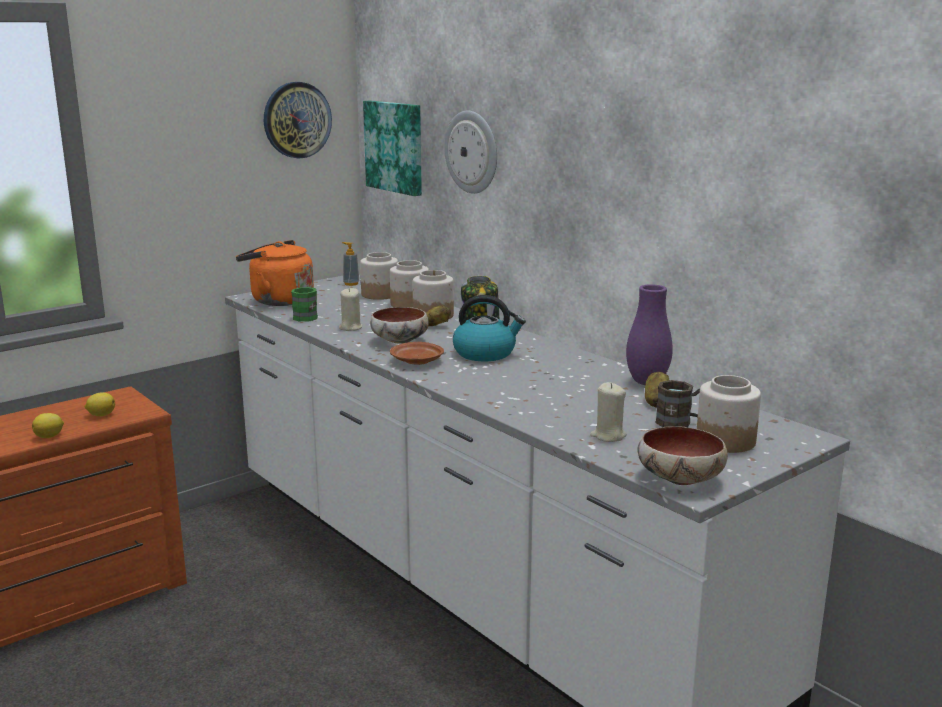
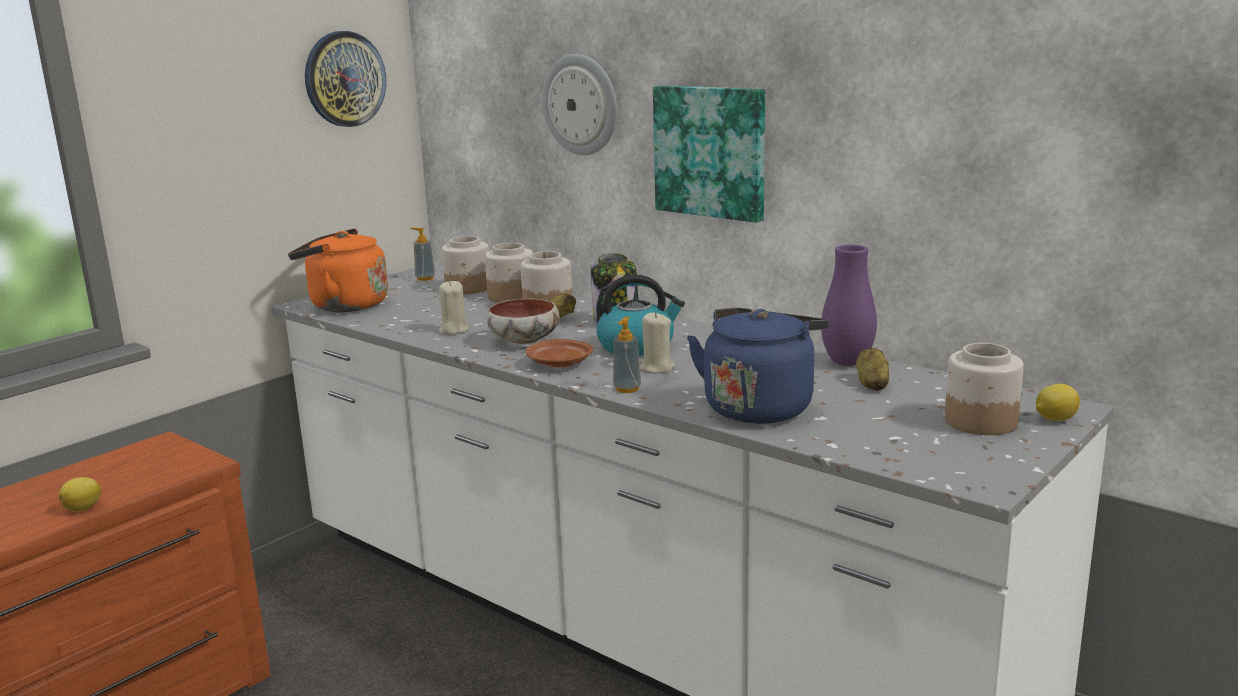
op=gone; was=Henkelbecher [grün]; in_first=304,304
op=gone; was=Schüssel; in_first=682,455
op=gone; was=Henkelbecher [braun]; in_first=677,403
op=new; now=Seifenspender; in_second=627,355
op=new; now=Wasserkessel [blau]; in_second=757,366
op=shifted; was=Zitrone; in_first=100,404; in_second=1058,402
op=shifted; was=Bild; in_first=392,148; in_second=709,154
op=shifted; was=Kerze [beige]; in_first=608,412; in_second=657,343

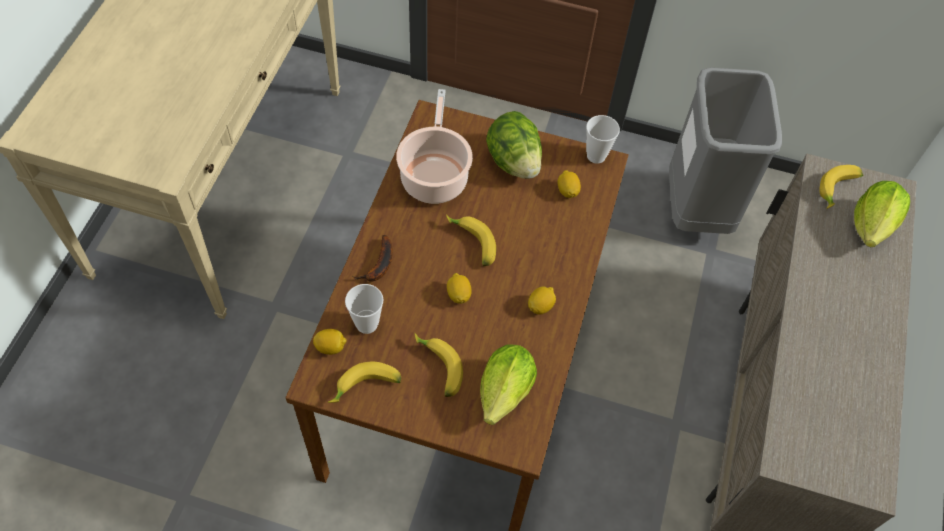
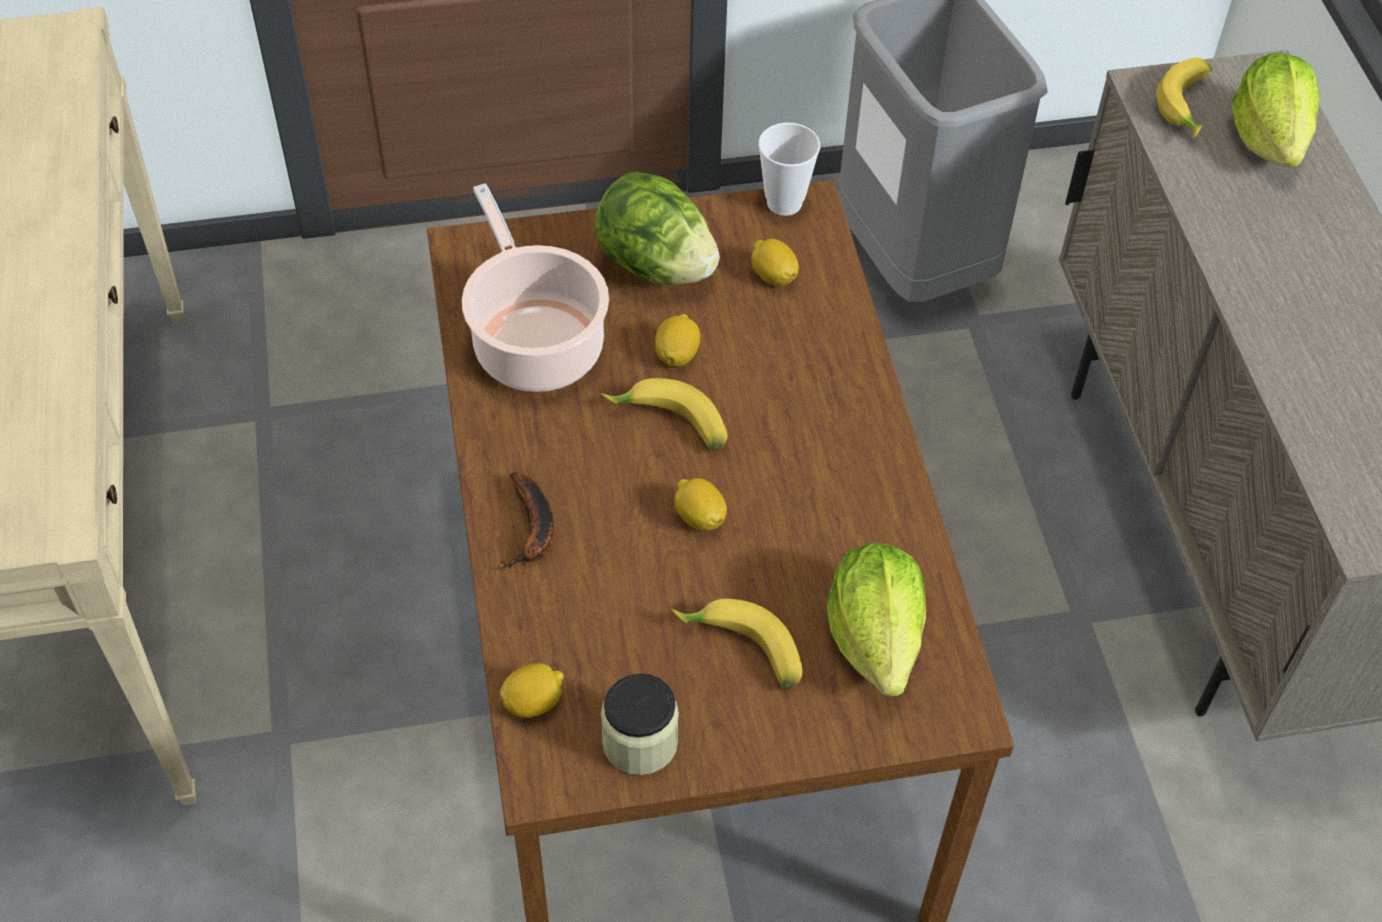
op=gone; was=Tasse; in_first=364,309
op=shifted; was=Zitrone; in_first=542,301; in_second=677,340
op=swapped; was=Banane; now=Vorratsglas; in_first=364,382; in_second=640,724

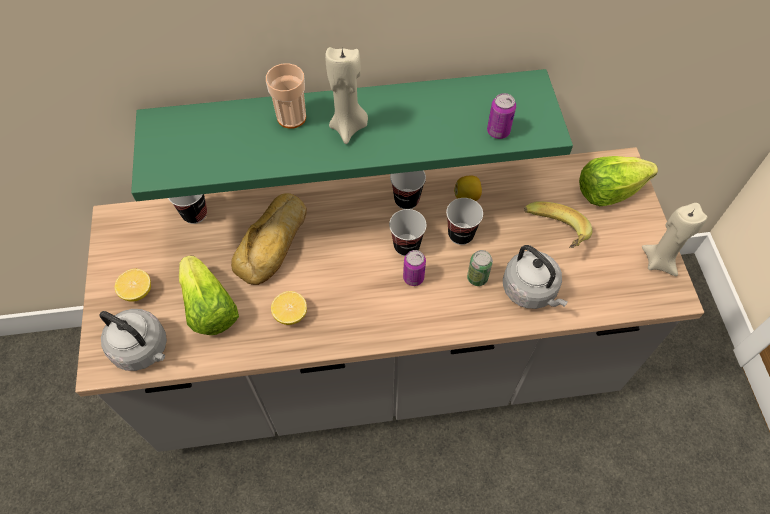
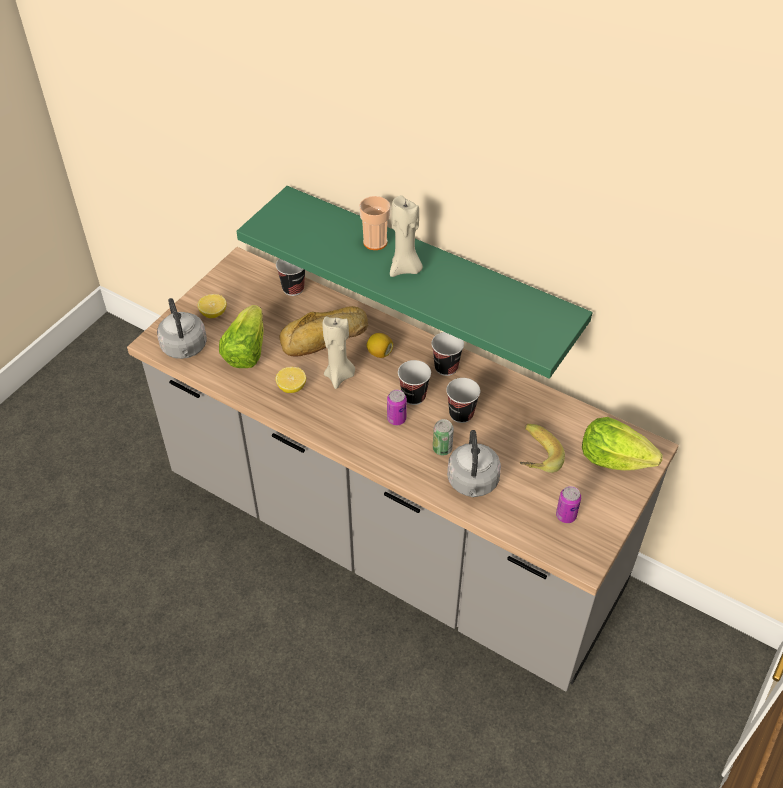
op=shifted; was=Zitrone; in_first=468,188; in_second=379,345
op=shifted; was=Dose; in_first=501,116; in_second=568,504
op=shifted; was=Kerze [beige]; in_first=674,239; in_second=338,352

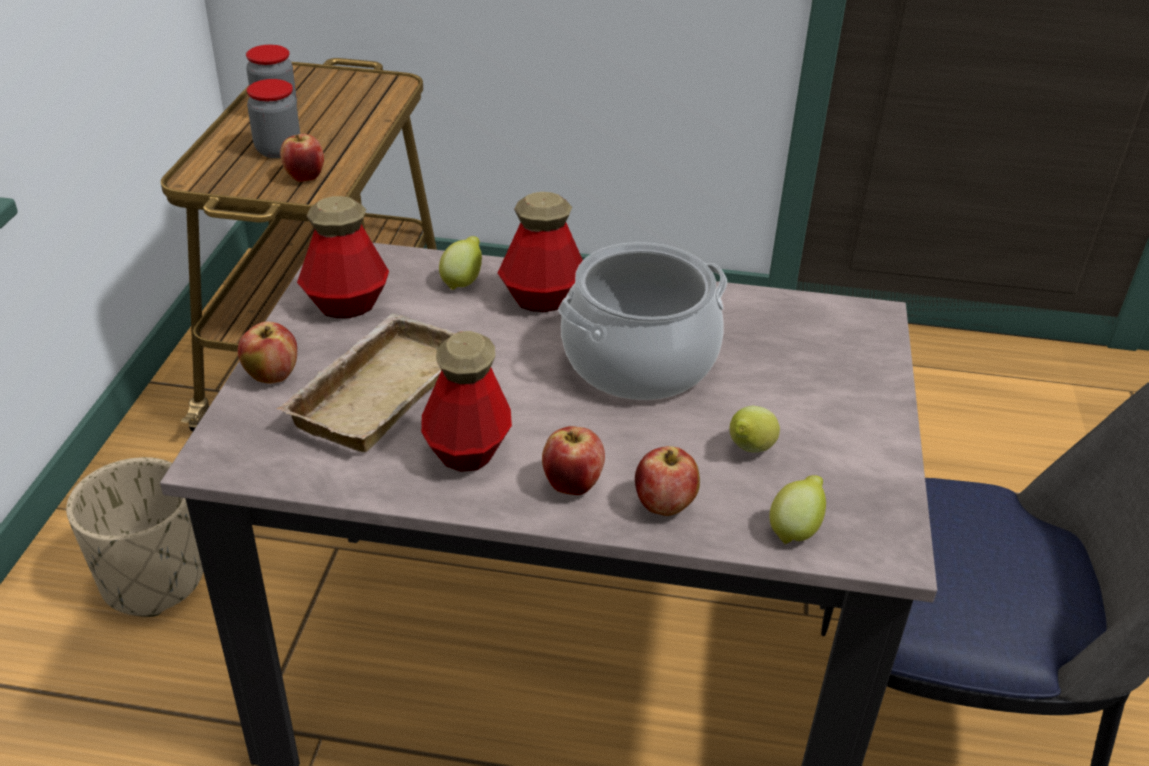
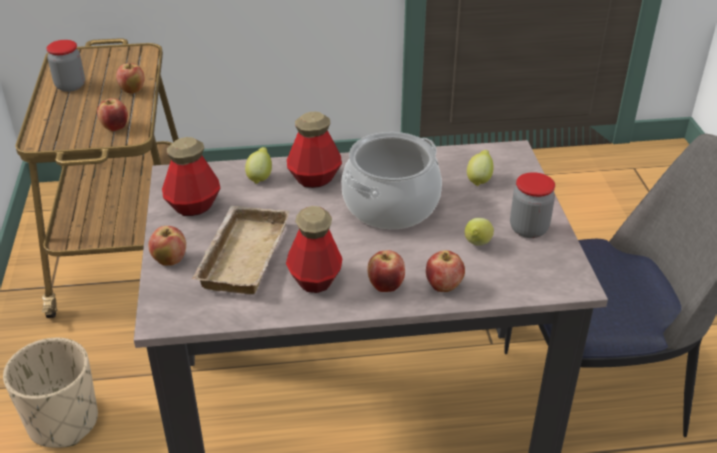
op=new; now=Apfel; in_second=130,78
op=shifted; was=Vorratsglas; in_first=273,118; in_second=532,205
op=shifted; was=Zitrone; in_first=798,510; in_second=480,168

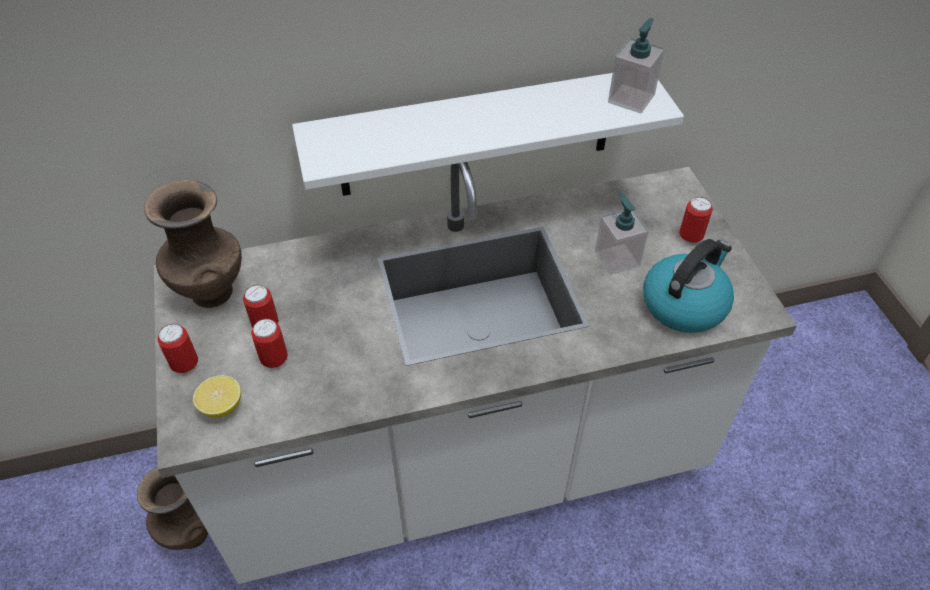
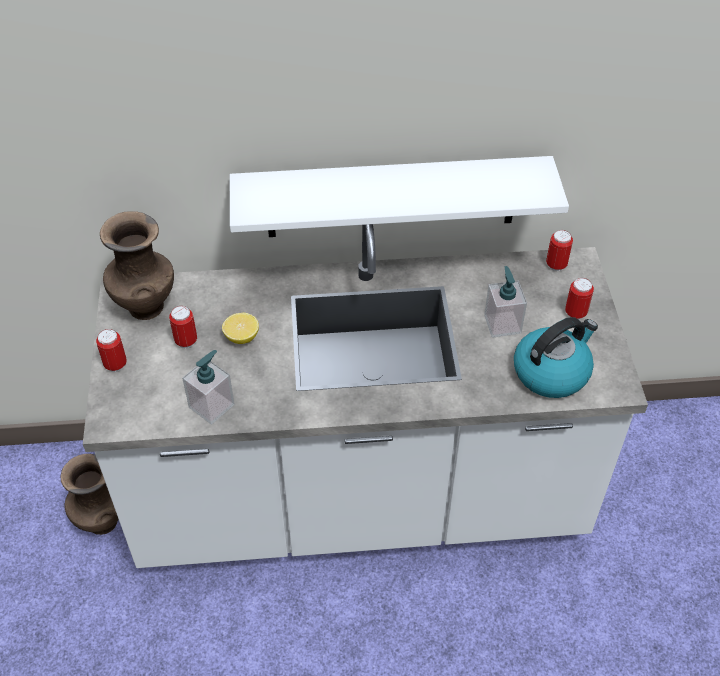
op=shifted; was=Zitrone; in_first=217,396; in_second=240,328
op=shifted; was=Dose; in_first=269,344; in_second=559,250
op=shifted; was=Seifenspender; in_first=636,65; in_second=208,387

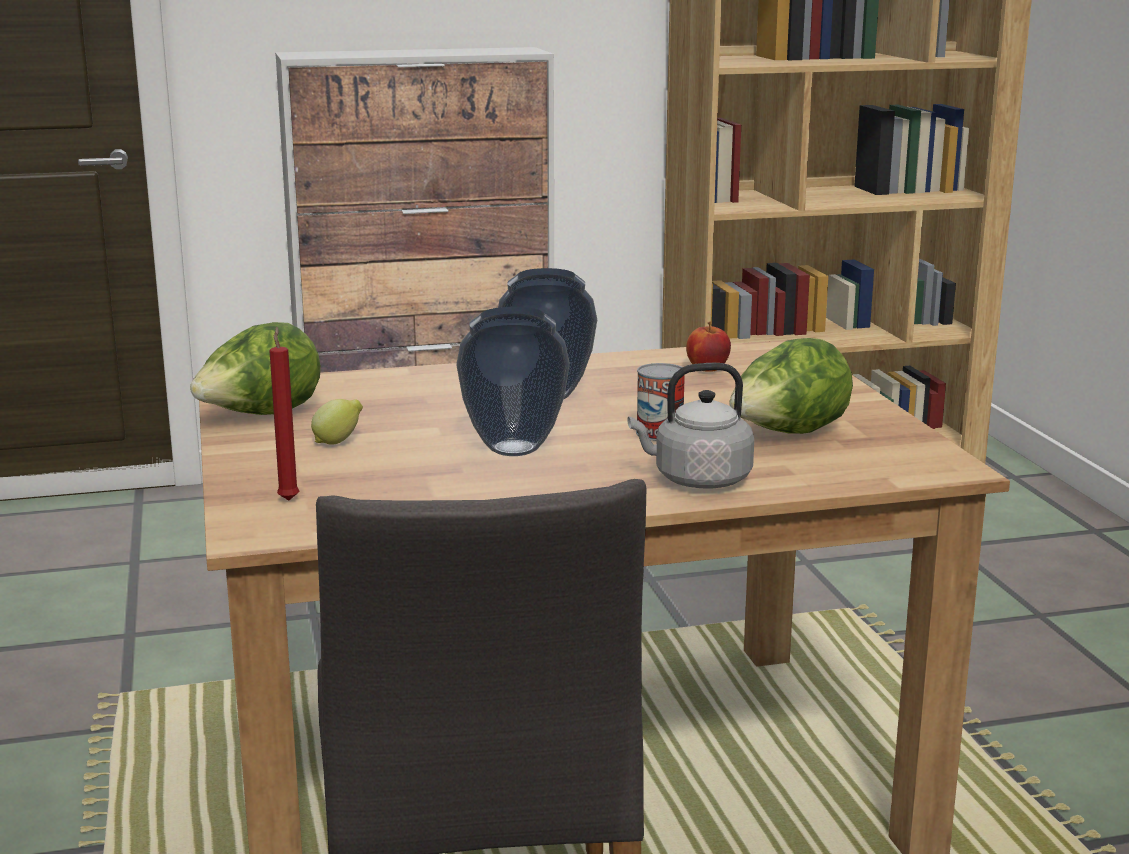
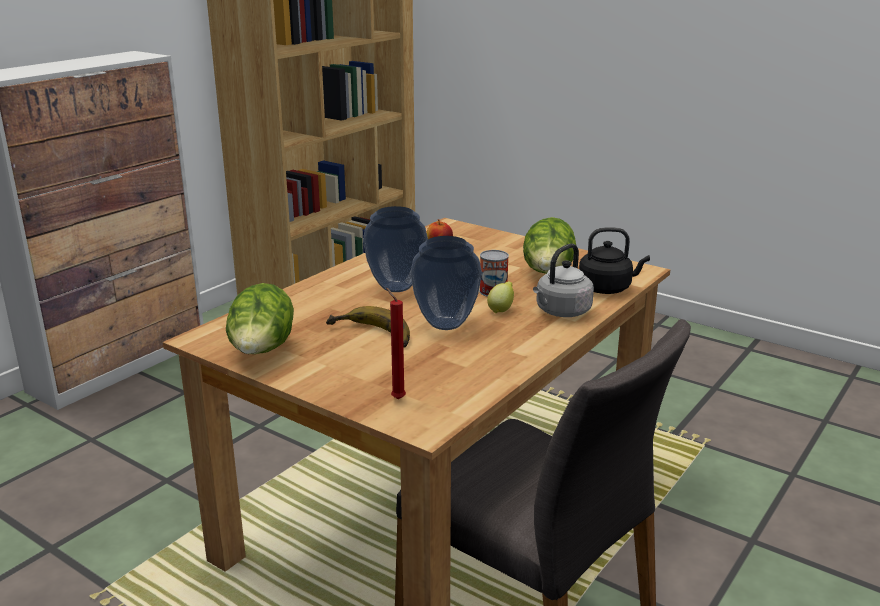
op=new; now=Banane; in_second=368,327
op=new; now=Wasserkessel [schwarz]; in_second=614,260
op=shifted; was=Zitrone; in_first=337,422; in_second=500,297

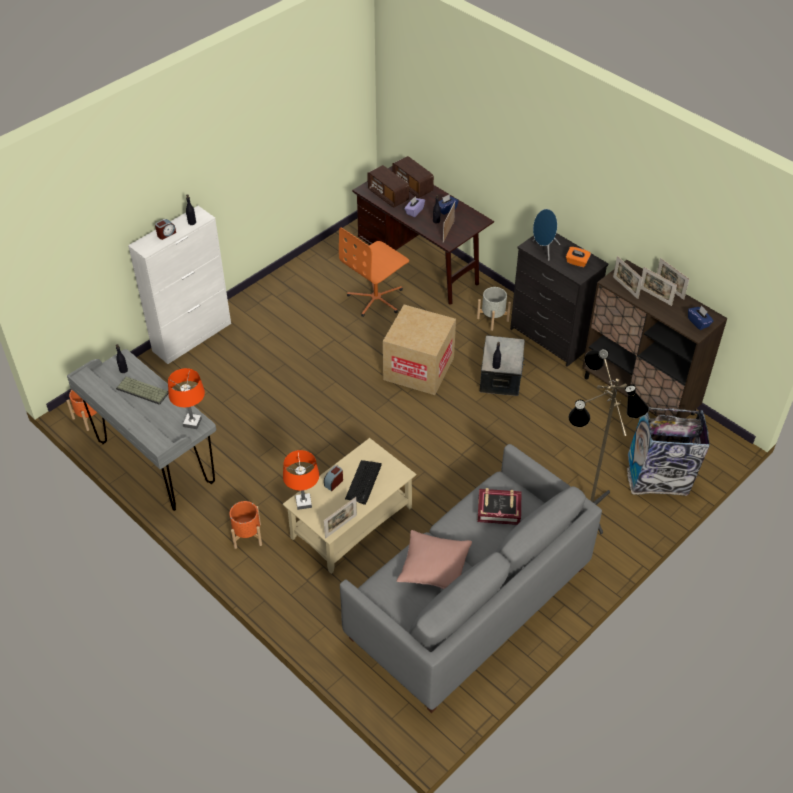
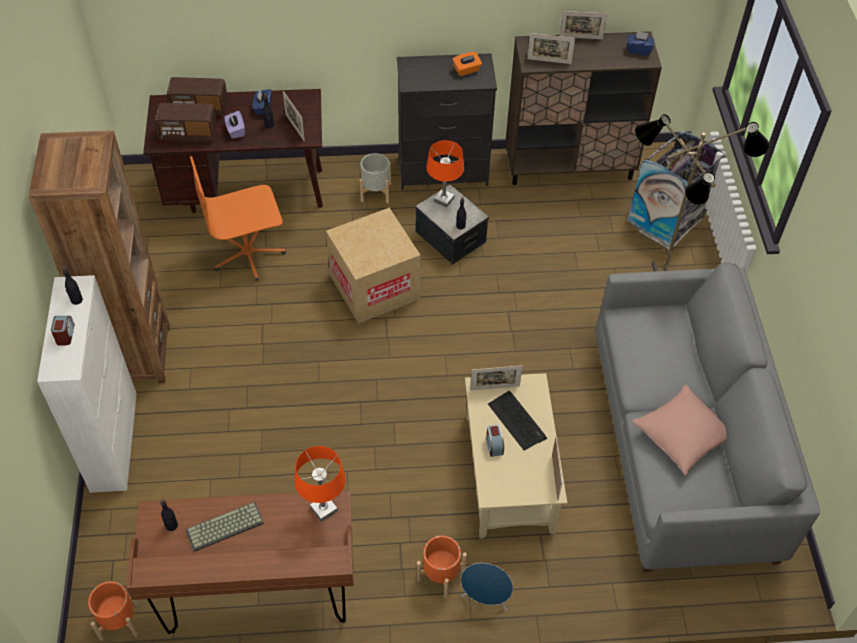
op=gone; was=Buch; in_first=499,506
op=new; now=Bücherregal [braun]; in_second=99,257
op=shifted; was=Tischlampe [orange]; in_first=301,480; in_second=445,173
op=shifted; was=Lautsprecher [blau]; in_first=546,234; in_second=487,586
op=shifted; was=Bilderrahmen; in_first=659,286; in_second=496,377
op=repainted; was=Schreibtisch [grau]; now=Schreibtisch [braun]; in_first=141,430; in_second=240,562
op=rotated; was=Bürostuhl [orange]; in_first=374,272; in_second=238,218; clockwise=75

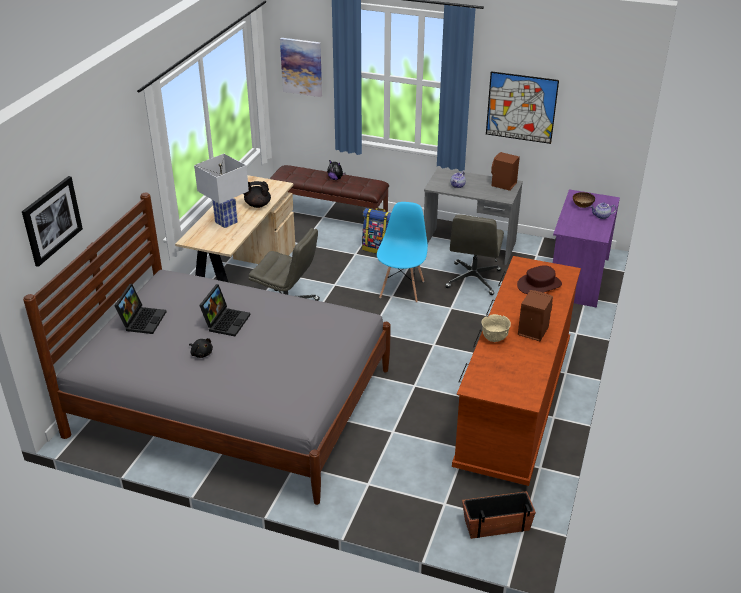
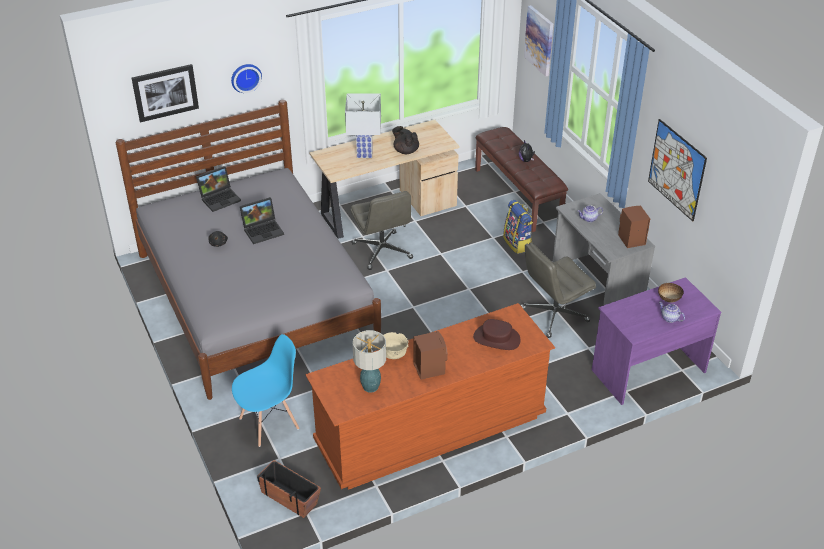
op=new; now=Wanduhr; in_second=246,78
op=new; now=Tischlampe; in_second=369,361
op=shifted; was=Stuhl [blau]; in_first=402,252; in_second=265,390

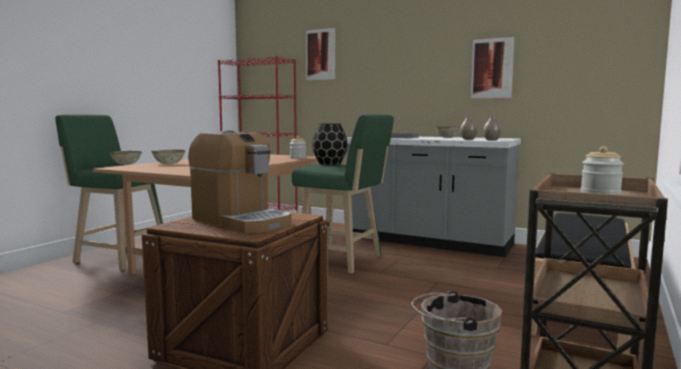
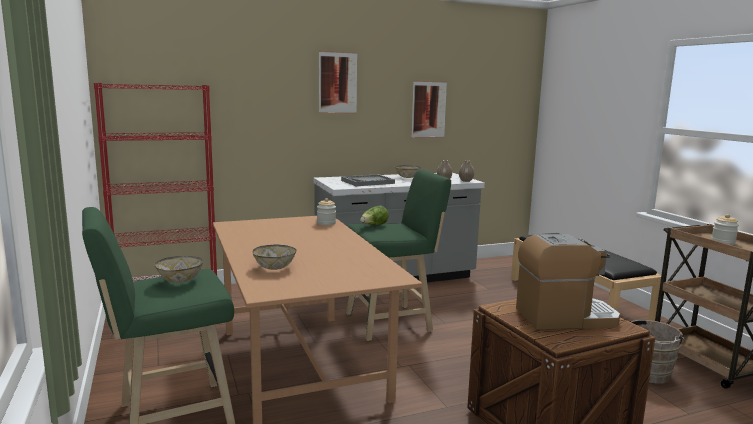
op=shifted; was=Bild; in_first=321,54; in_second=338,82
op=swapped; was=Vase [schwarz]; now=Salatkopf; in_first=329,144; in_second=374,215

